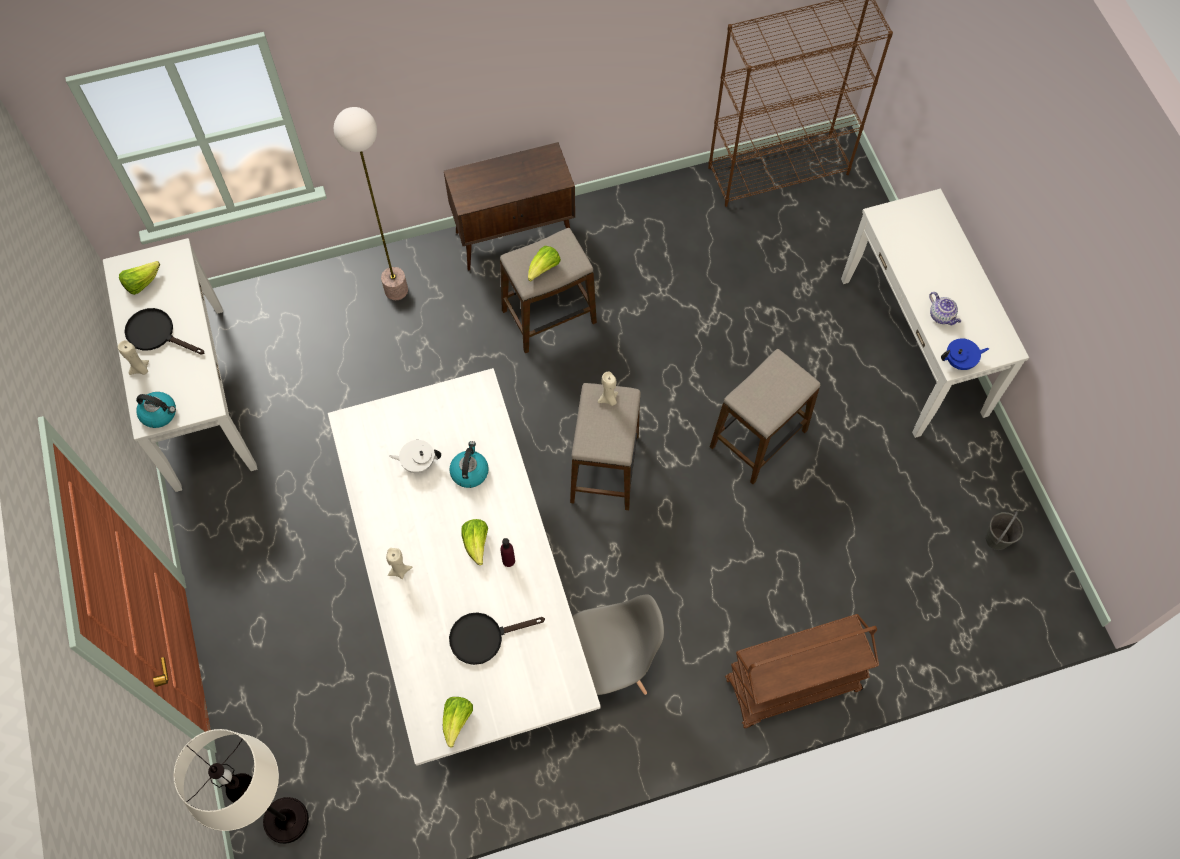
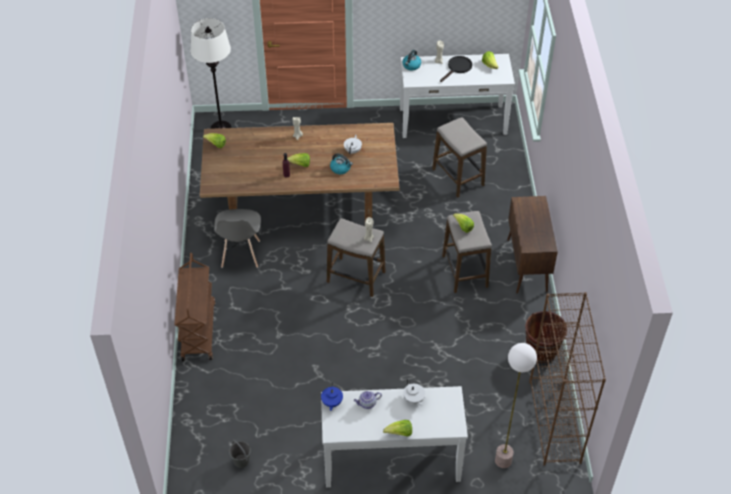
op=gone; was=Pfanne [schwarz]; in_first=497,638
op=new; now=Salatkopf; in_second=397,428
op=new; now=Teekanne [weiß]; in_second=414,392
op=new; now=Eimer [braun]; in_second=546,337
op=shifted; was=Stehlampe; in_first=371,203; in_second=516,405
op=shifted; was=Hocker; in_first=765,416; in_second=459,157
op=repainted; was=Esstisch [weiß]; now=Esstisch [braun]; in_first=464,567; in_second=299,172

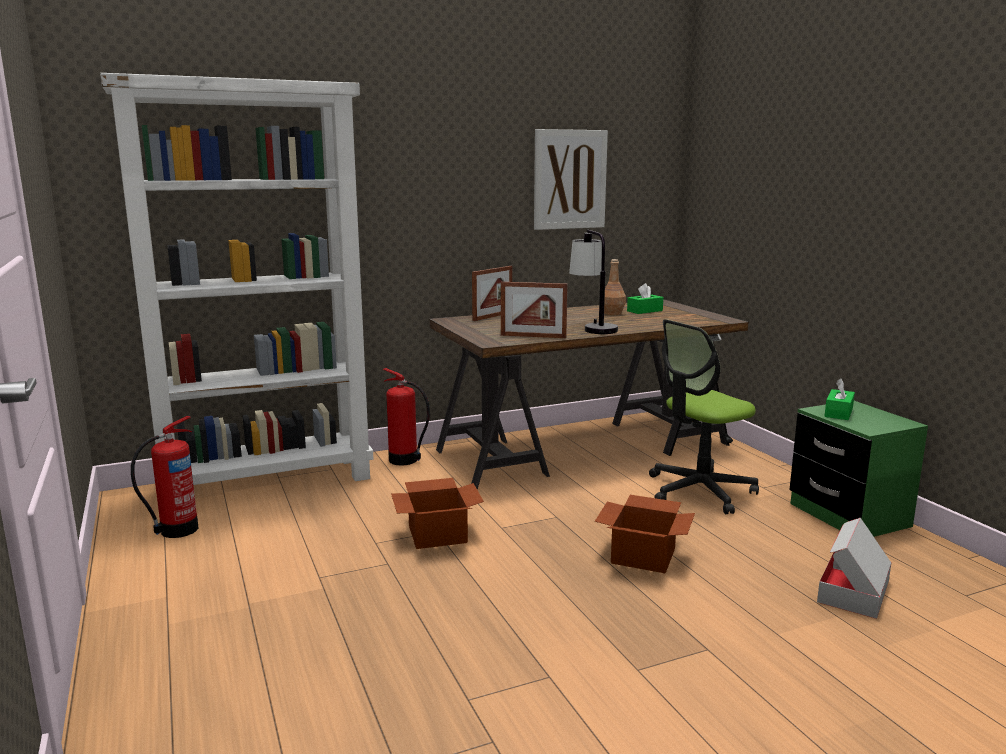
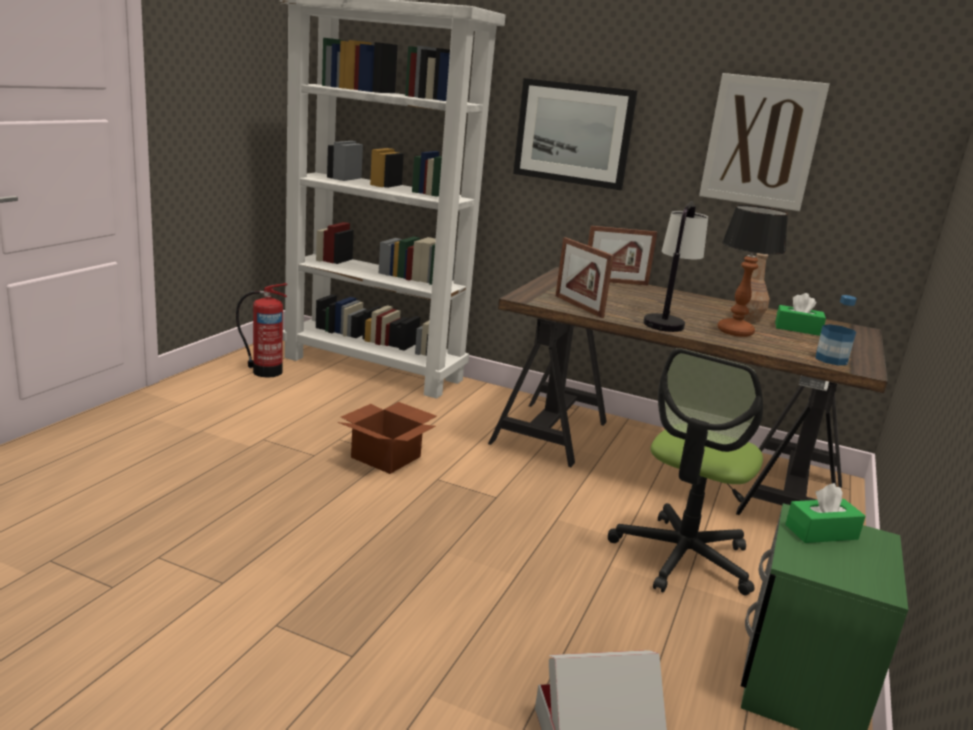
op=gone; was=Feuerlöscher; in_first=406,417
op=gone; was=Karton; in_first=645,534
op=new; now=Bild; in_second=575,134
op=new; now=Tischlampe; in_second=753,271
op=new; now=Flasche; in_second=836,330
op=rotated; was=Bürostuhl; in_first=704,416; in_second=685,471; clockwise=-75

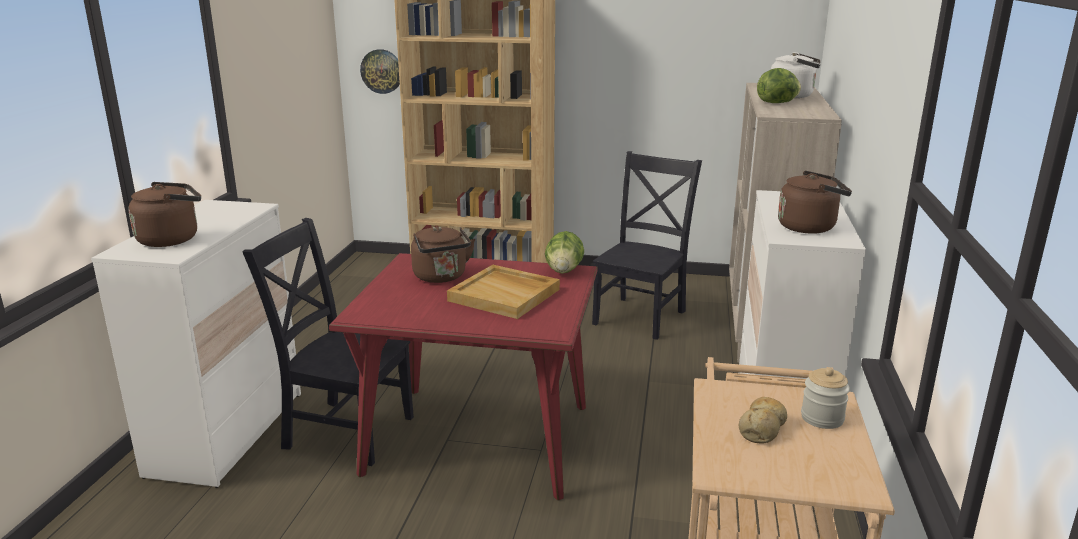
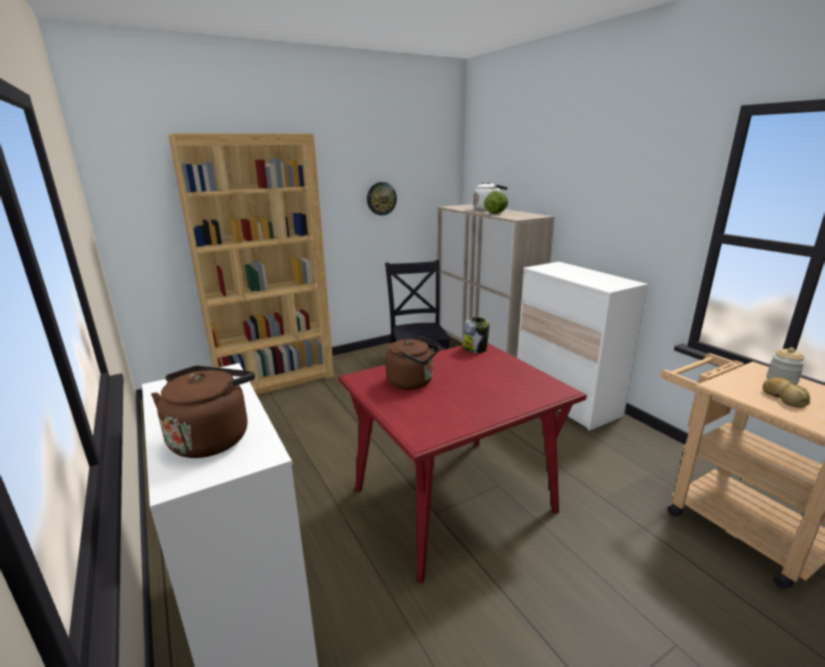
op=gone; was=Stuhl [schwarz]; in_first=328,342
op=gone; was=Tablett [beige]; in_first=503,292
op=gone; was=Wasserkessel [braun]; in_first=815,202
op=shifted; was=Wanduhr; in_first=380,71; in_second=382,198
op=swapped; was=Salatkopf; now=Vorratsglas; in_first=564,252; in_second=475,335

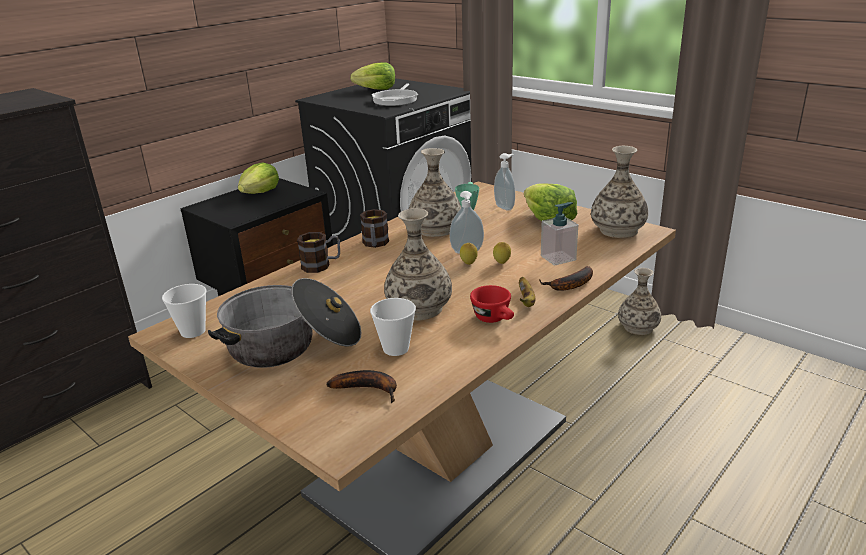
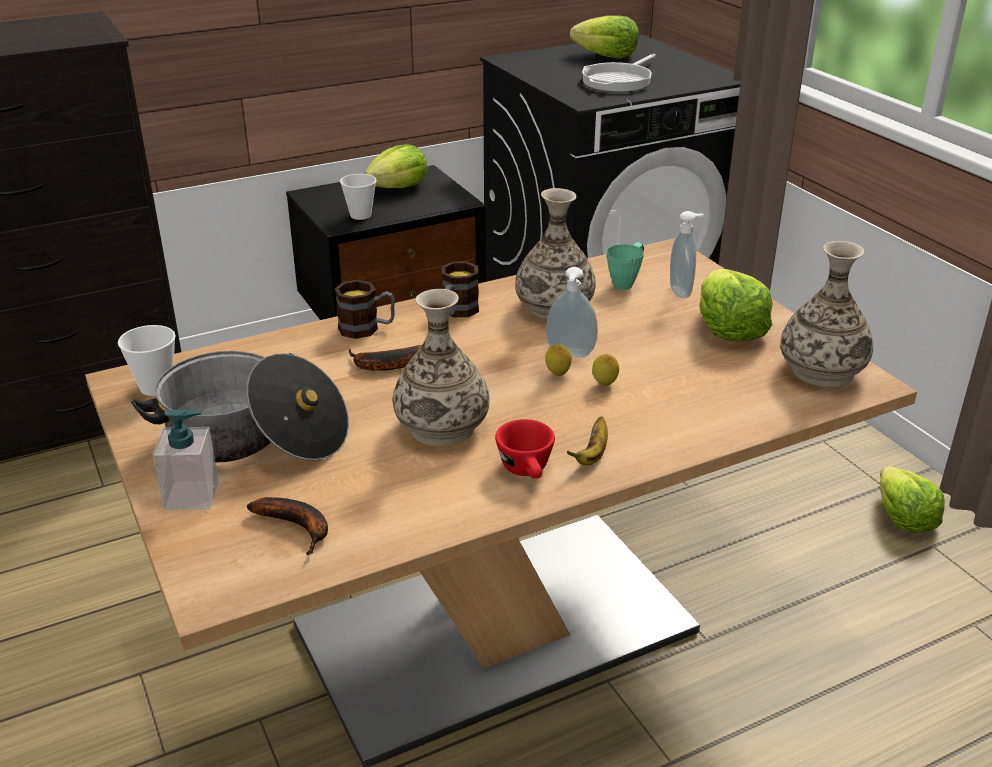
op=shifted; was=Tasse; in_first=393,327; in_second=358,197
op=shifted; was=Banane; in_first=566,278; in_second=385,358
op=shifted; was=Seifenspender; in_first=559,234; in_second=186,460
op=swapped; was=Vase; now=Salatkopf; in_first=639,301; in_second=912,499

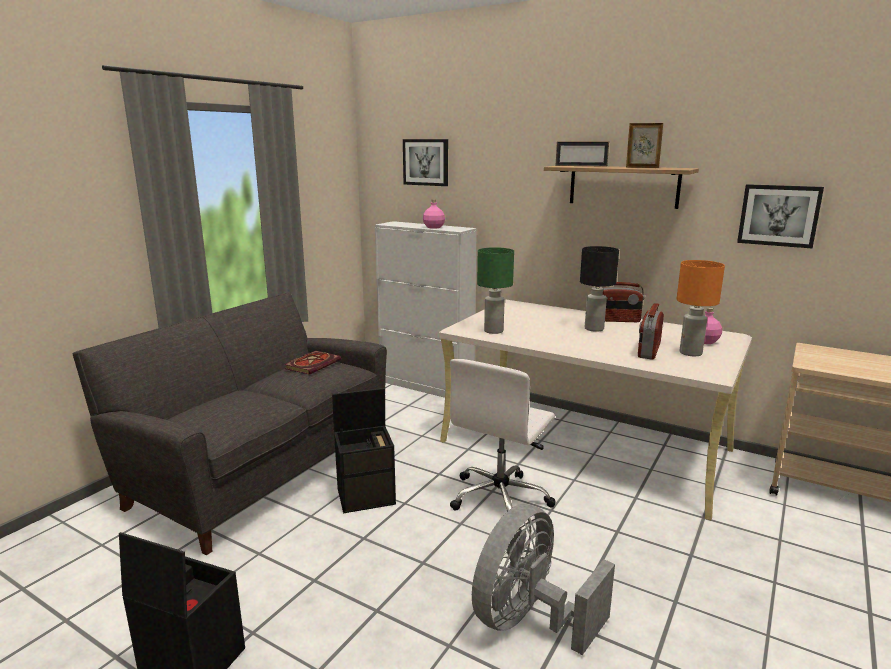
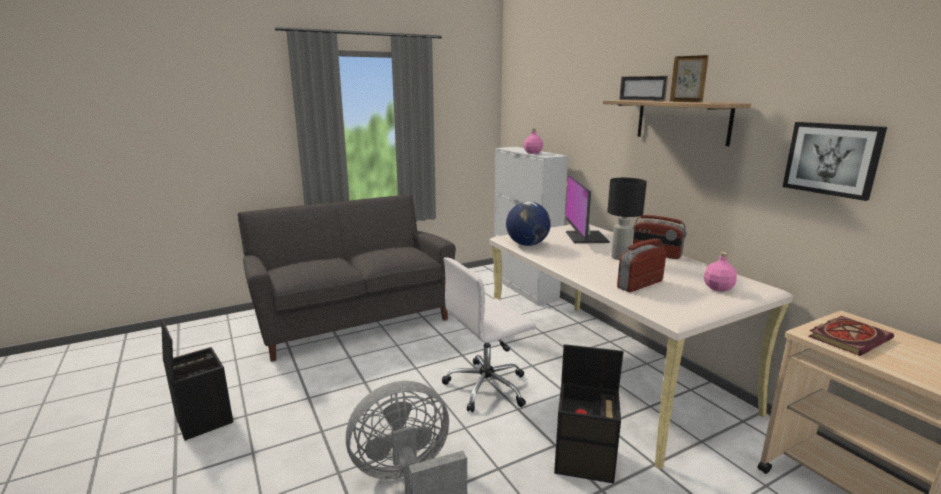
op=gone; was=Bild; in_first=425,162
op=gone; was=Tischlampe [orange]; in_first=700,308
op=new; now=Monitor; in_second=587,209
op=shifted; was=Buch; in_first=312,363; in_second=851,336
op=shifted; was=Aufbewahrungsbox [schwarz]; in_first=364,450; in_second=589,414
op=swapped; was=Tischlampe [grün]; now=Globus; in_first=495,290; in_second=528,223

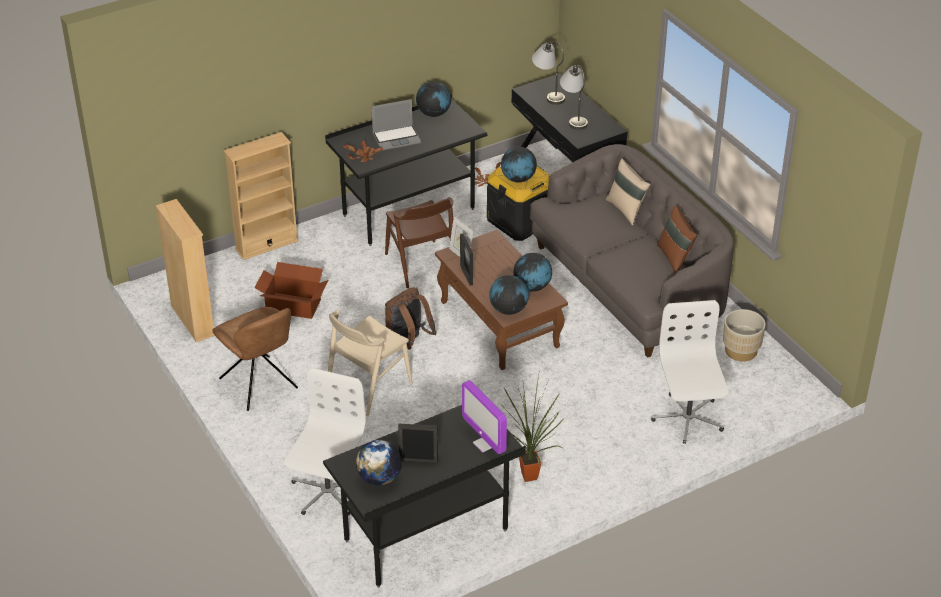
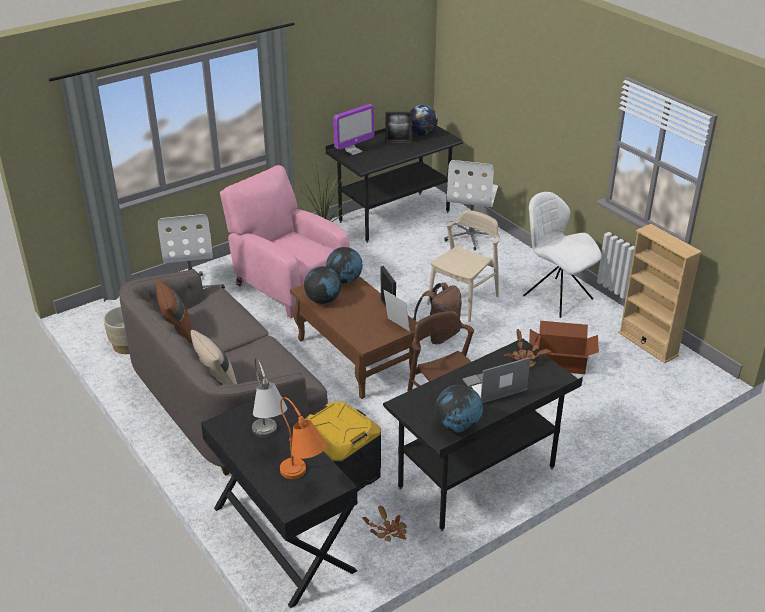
op=gone; was=Bücherregal [beige]; in_first=261,196
op=gone; was=Globus; in_first=519,165
op=new; now=Sessel [rosa]; in_second=285,241
op=repainted; was=Stuhl [braun]; now=Stuhl [weiß]; in_first=255,359; in_second=562,255
op=repainted; was=Tischlampe [grau]; now=Tischlampe [orange]; in_first=548,73; in_second=303,438
op=rotated; was=Monitor; in_first=484,417; in_second=353,129; clockwise=90

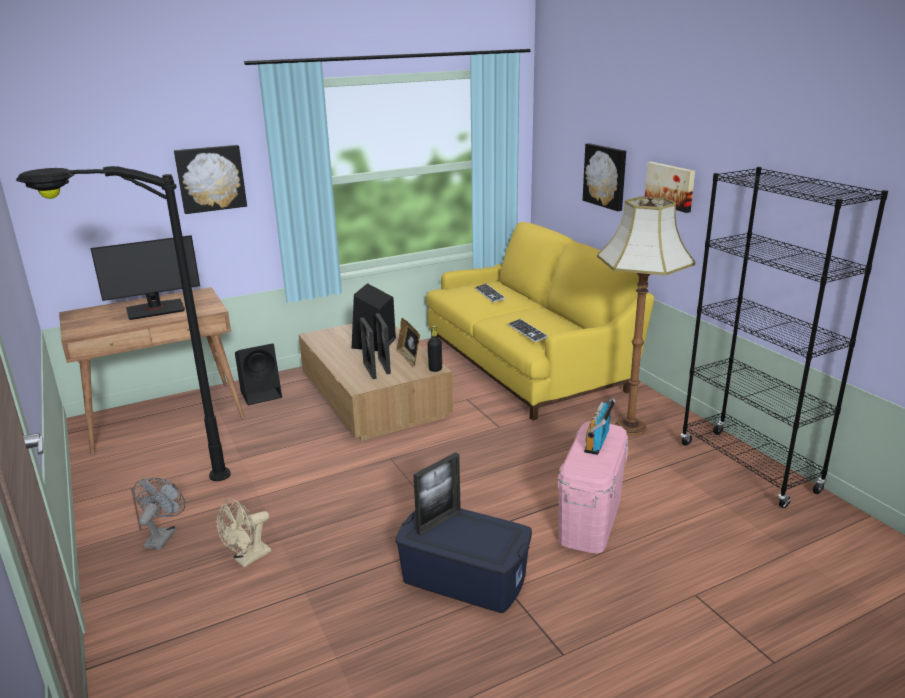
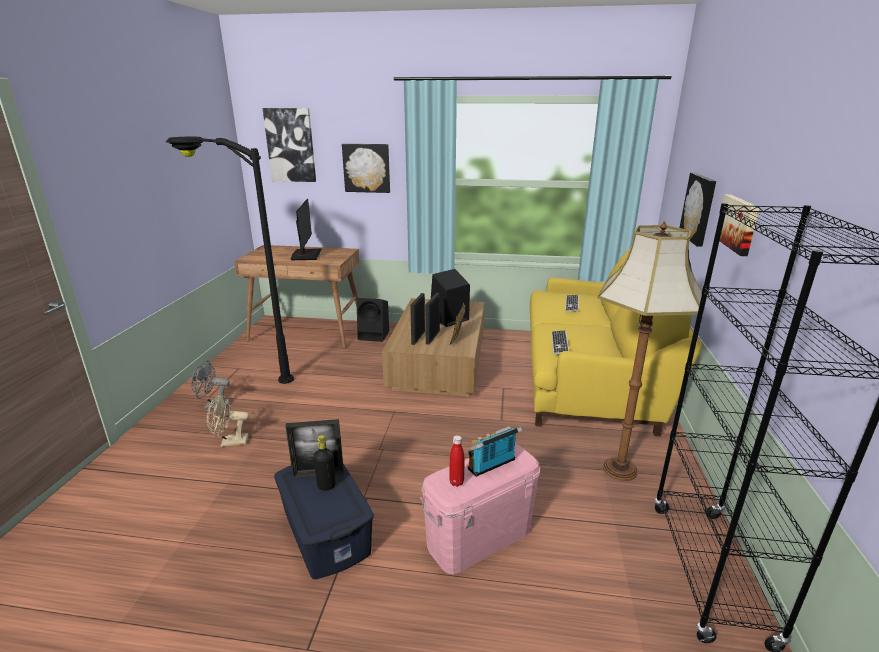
op=new; now=Bild; in_second=289,145
op=new; now=Flasche [rot]; in_second=456,461
op=shifted; was=Flasche [schwarz]; in_first=434,349; in_second=324,463
op=rotated; was=Monitor; in_first=145,277; in_second=306,229; clockwise=-105
op=rotated; was=Ventilator [grau]; in_first=159,513; in_second=210,384; clockwise=-135

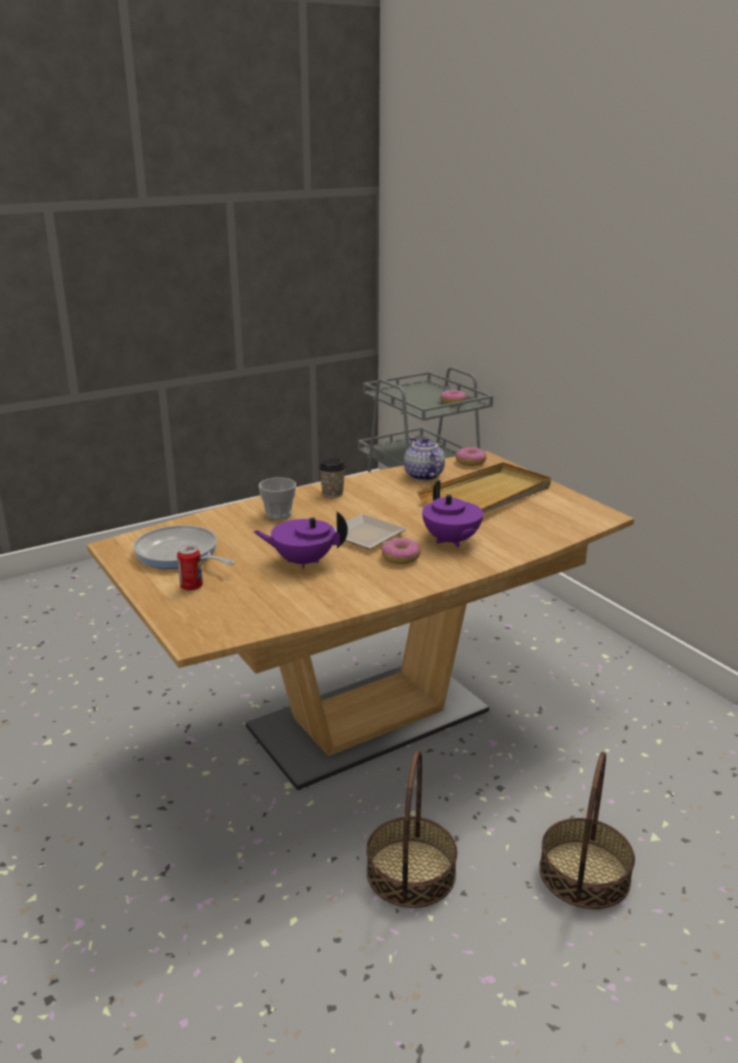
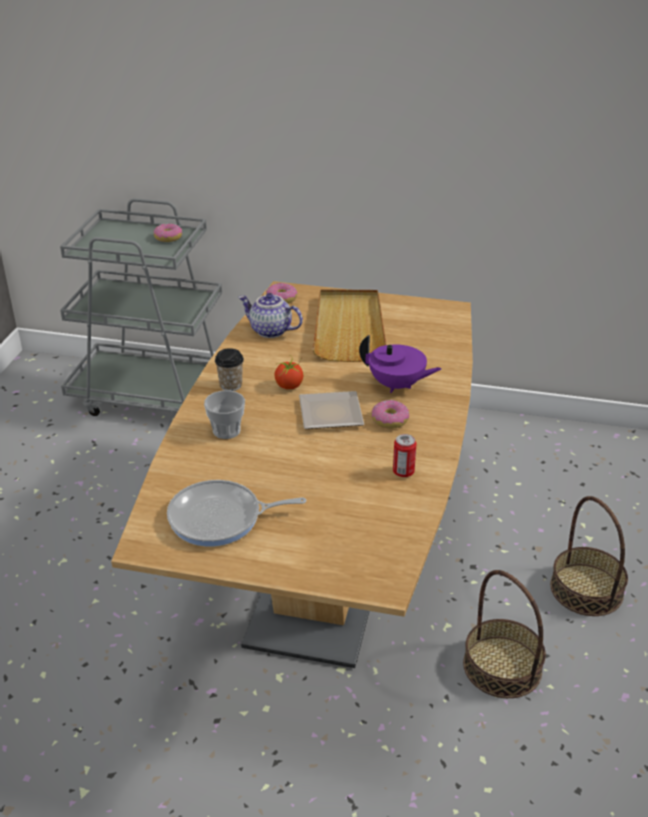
op=gone; was=Teekanne [lila]; in_first=300,540
op=new; now=Tomate; in_second=288,372
op=shifted; was=Dose; in_first=190,568; in_second=404,455

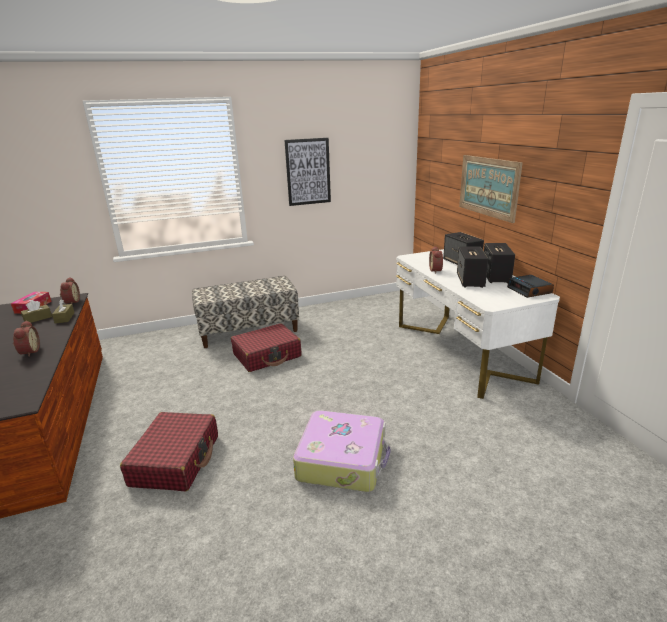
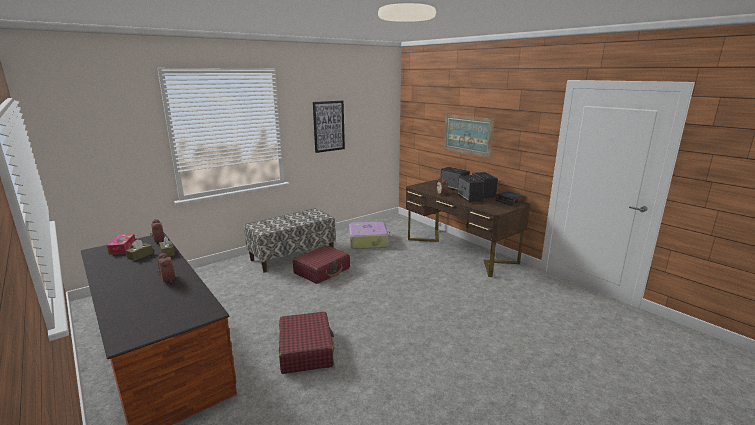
op=shifted; was=Koffer; in_first=342,451; in_second=370,235
op=repainted; was=Schreibtisch [weiß]; now=Schreibtisch [braun]; in_first=478,324; in_second=468,228

